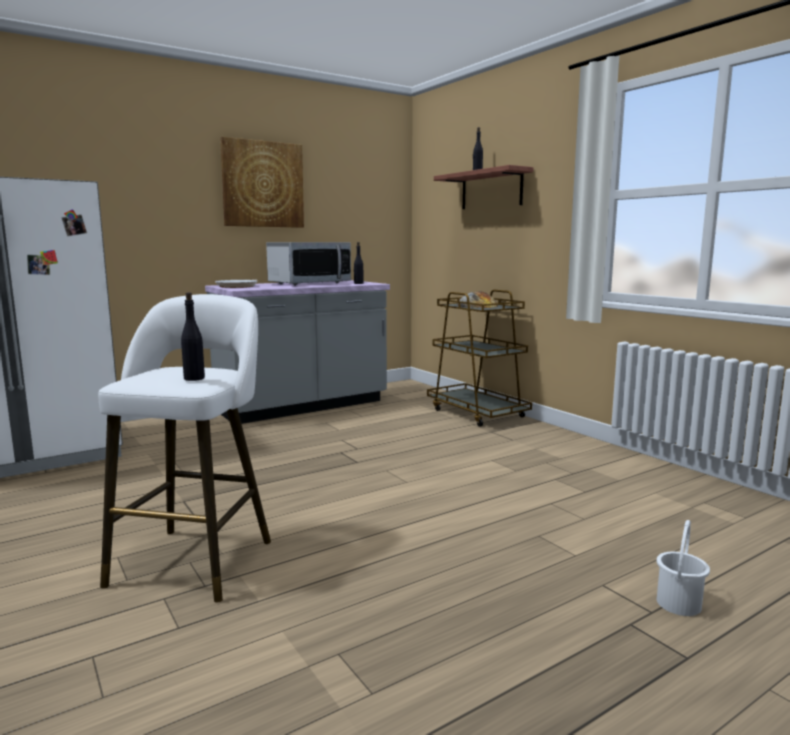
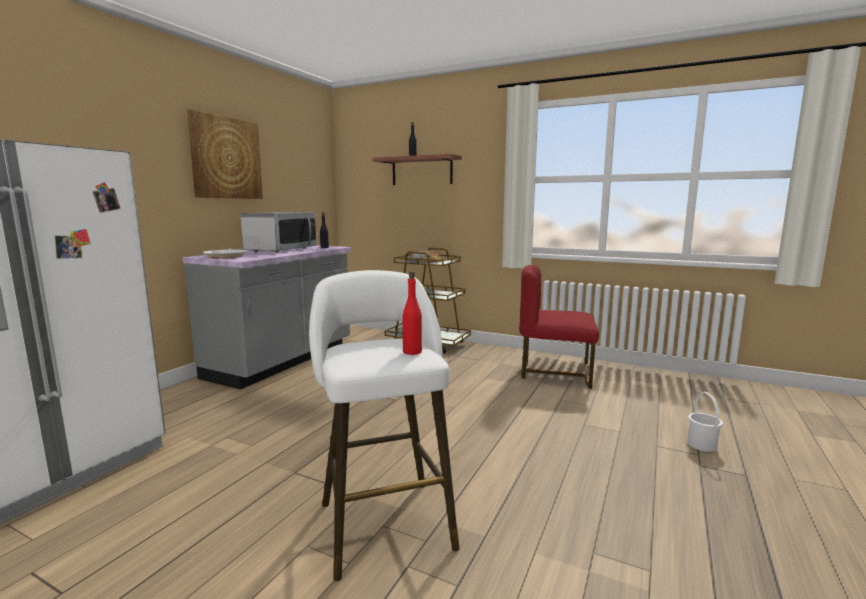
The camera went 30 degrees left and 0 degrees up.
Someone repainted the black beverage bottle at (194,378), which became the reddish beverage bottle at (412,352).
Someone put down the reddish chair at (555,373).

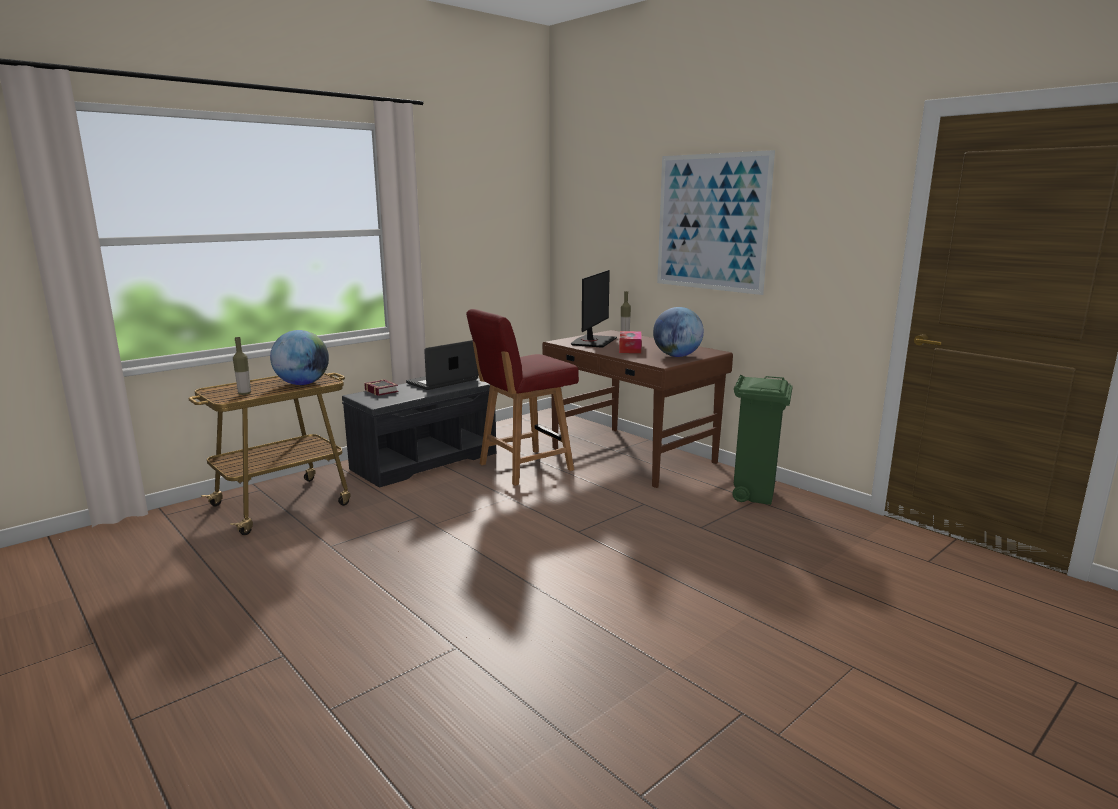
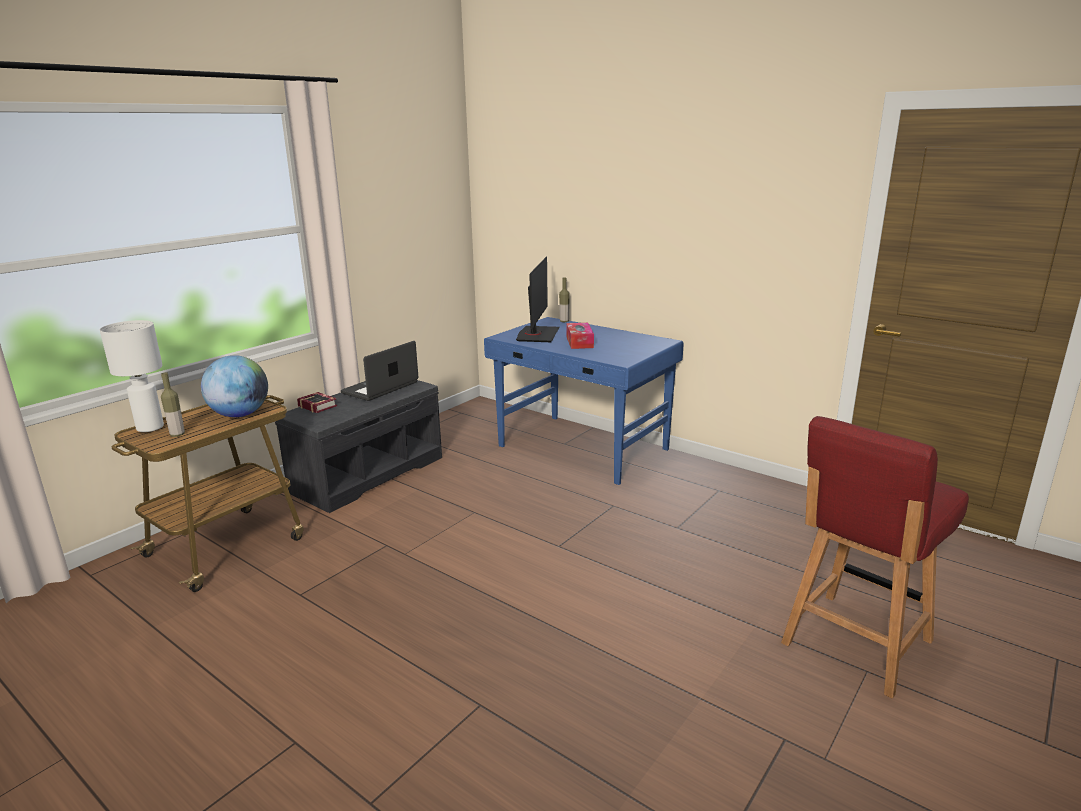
The camera went 10 degrees left and 5 degrees up.
Someone put down the white-coloured table lamp at (150,427).
Someone repainted the brown-coloured desk table at (632,456), which became the blue-coloured desk table at (582,448).
Someone carried the reddish chair from (523,467) to (854,643).
Someone took away the world globe at (677,356).
Someone took away the picture at (711,222).
Someone took away the green-coloured rubbish bin at (754,495).

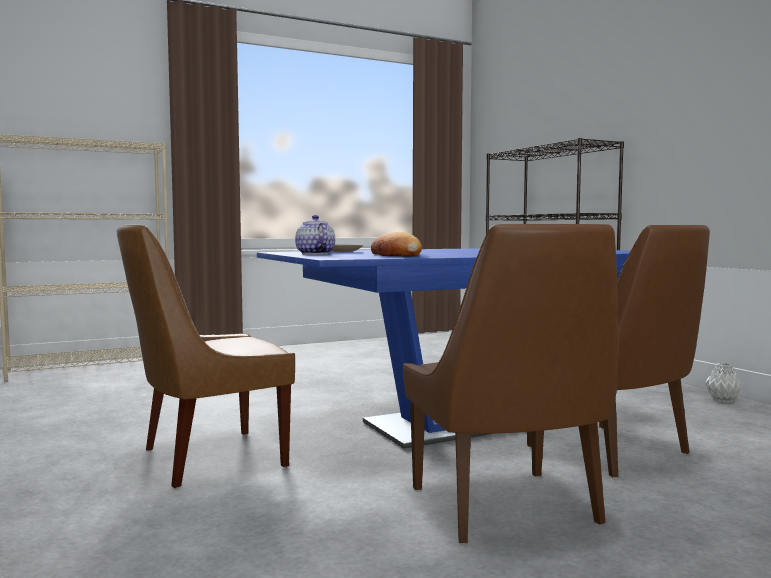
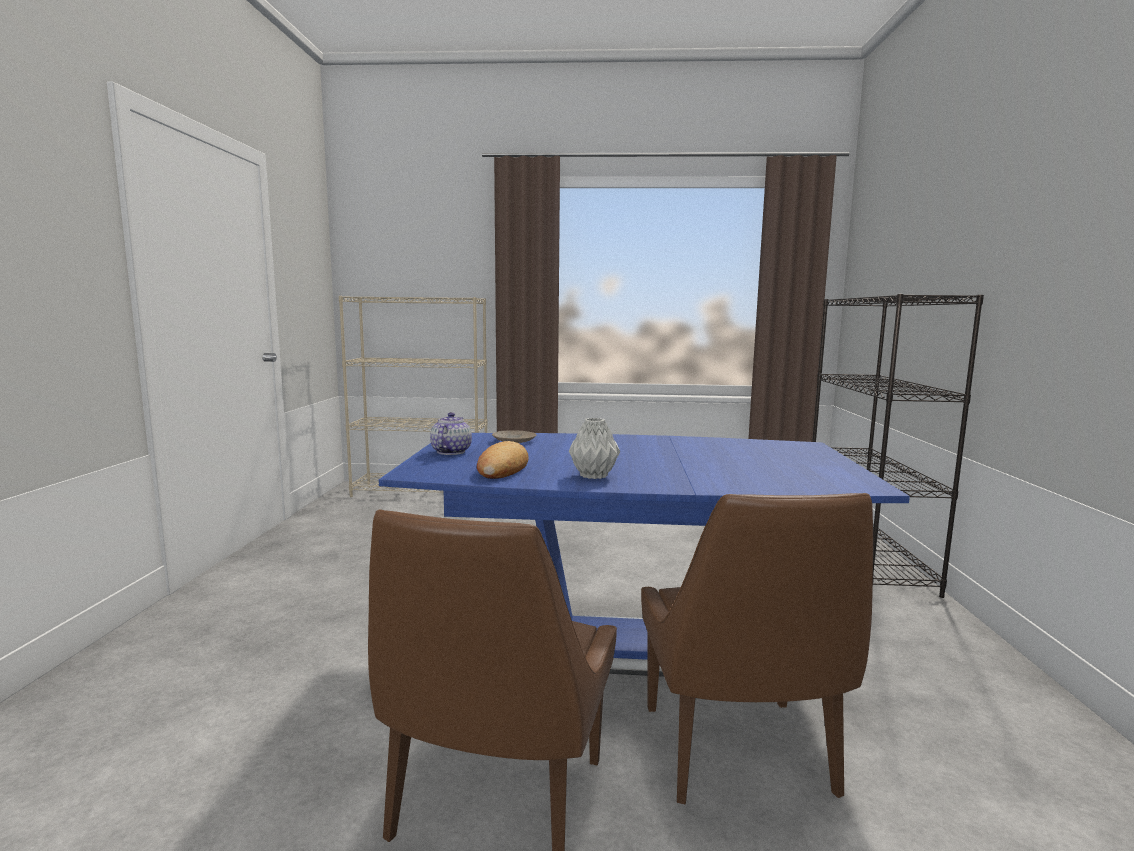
The camera went 30 degrees right and 5 degrees up.
Someone carried the greyish vase from (722,400) to (593,475).
Someone took away the brown-coloured chair at (207,459).

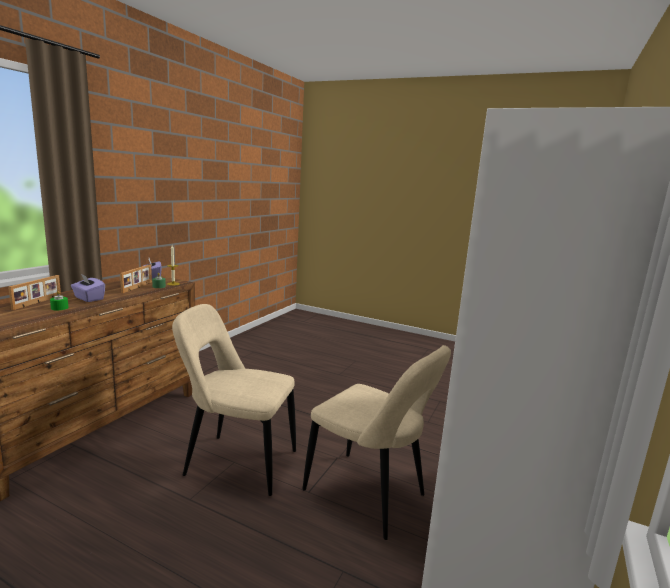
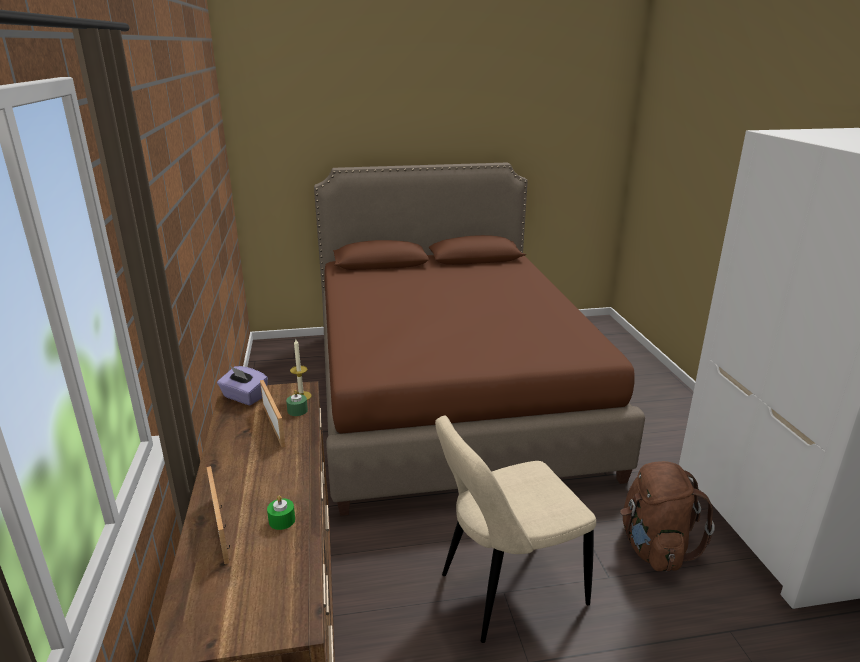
The camera went 35 degrees left and 10 degrees up.
Someone put down the brown-coloured sleeping bed at (448,395).
Someone swapped the sand-coloured chair at (369,495) for the brown-coloured rucksack at (654,547).
Someone took away the purplish box of tissues at (88,298).

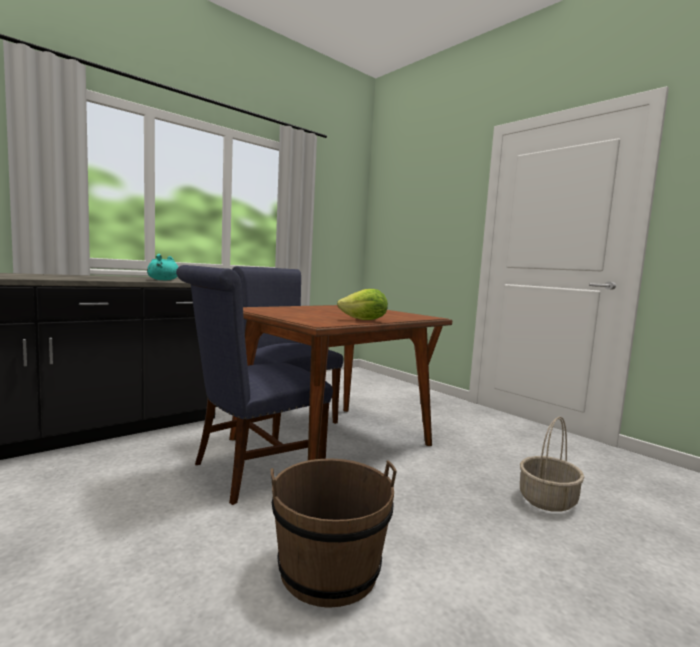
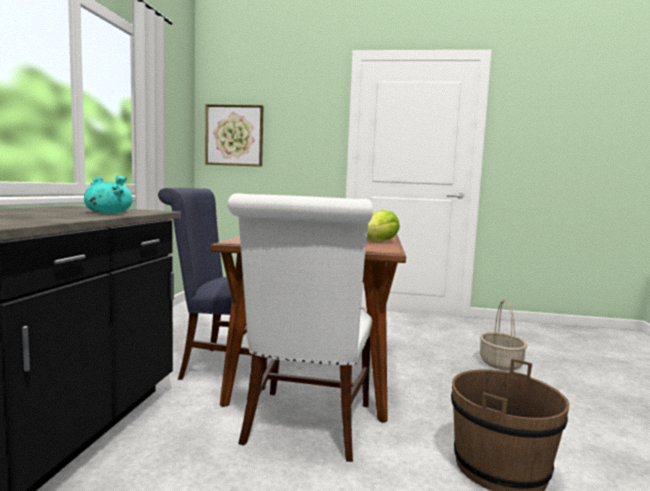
The camera went 40 degrees left and 0 degrees up.
Someone put up the picture at (234,135).
Someone repainted the blue-coloured chair at (250,472), which became the white-coloured chair at (306,427).

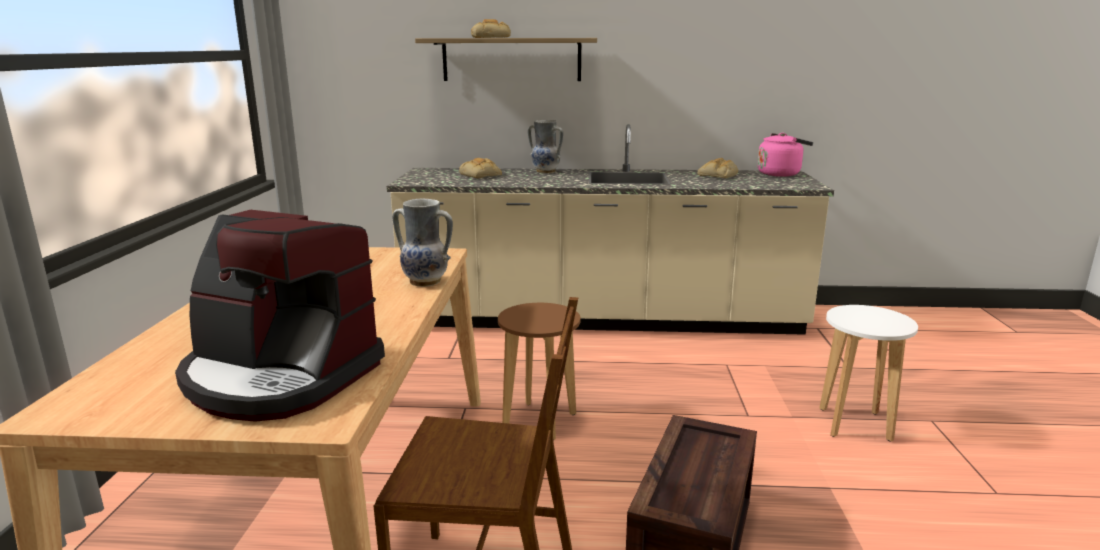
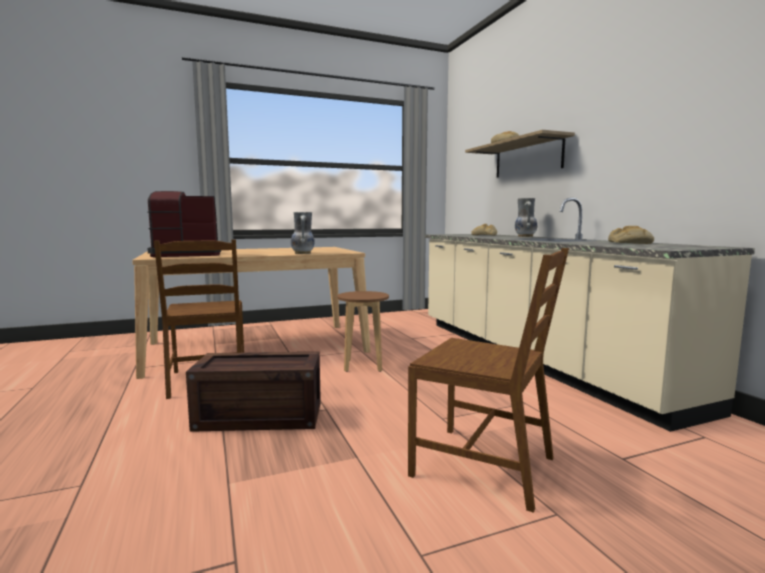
The camera went 65 degrees right and 10 degrees down.
Someone rotated the coffee brewer at (280,377) by 75 degrees clockwise.
Someone swapped the white-coloured stool seat at (855,424) for the brown-coloured chair at (485,465).
Someone took away the pink tea kettle at (780,174).

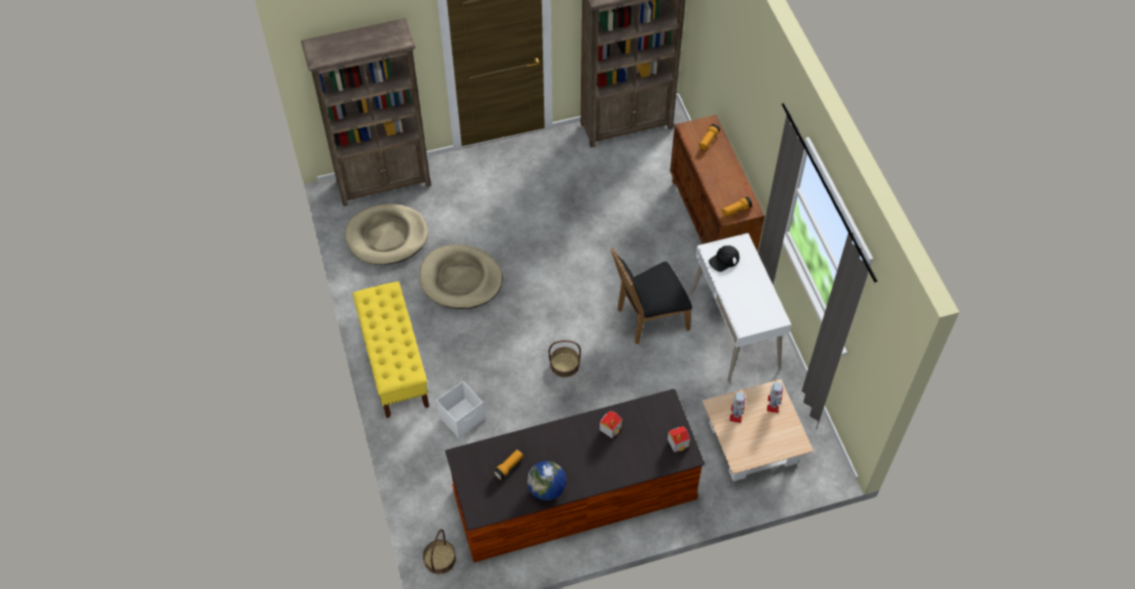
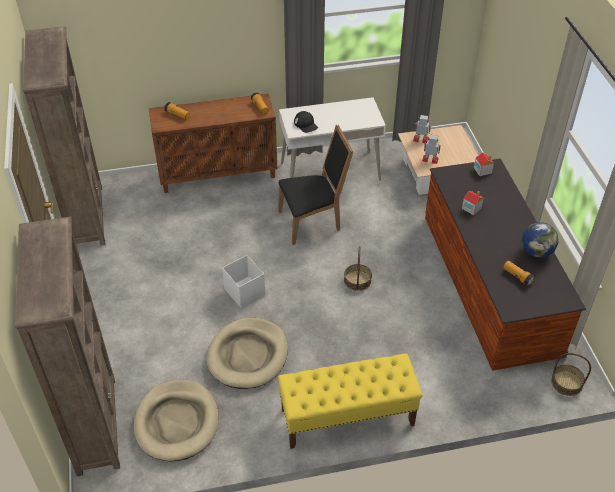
The camera went 85 degrees left and 10 degrees down.
Someone carried the white-coloured storage box from (462,418) to (244,292).
Someone rotated the black chair at (648,318) by 90 degrees counterclockwise.

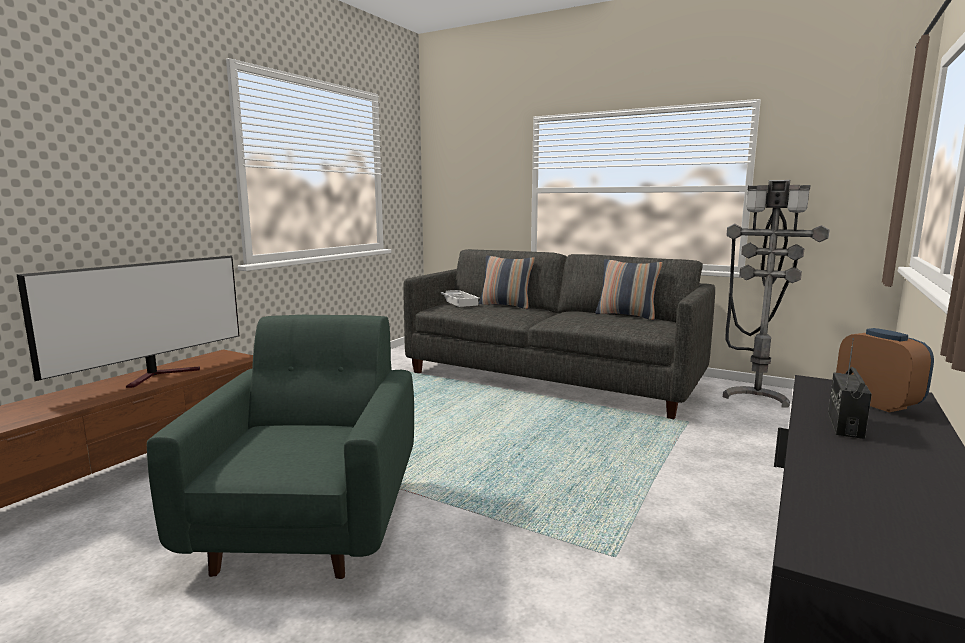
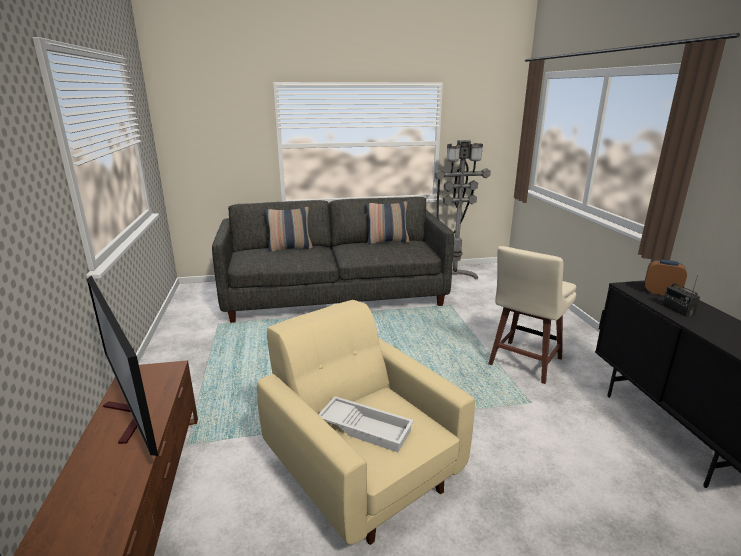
The camera went 40 degrees left and 10 degrees up.
Someone rotated the television at (160,375) by 150 degrees clockwise.
Someone repainted the green-coloured armchair at (311,519), which became the sand-coloured armchair at (362,469).
Someone carried the white-coloured tray from (459,301) to (366,427).
Someone put down the sand-coloured stool seat at (523,362).

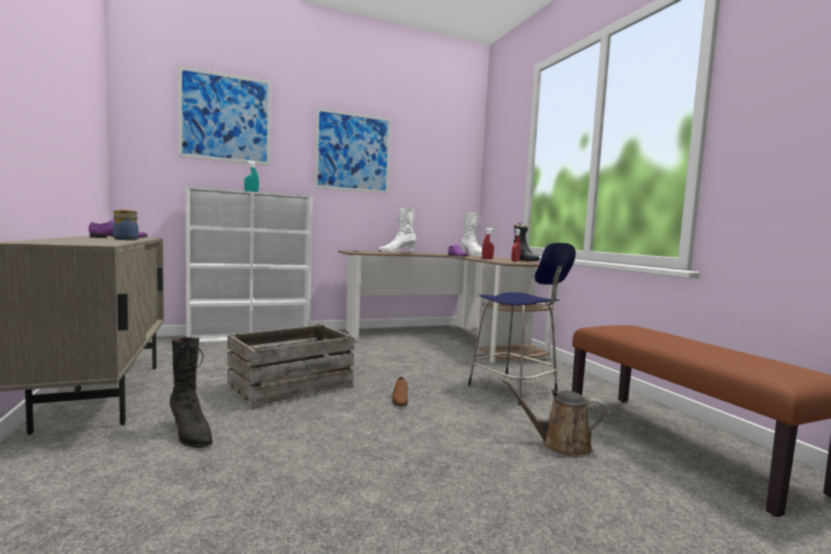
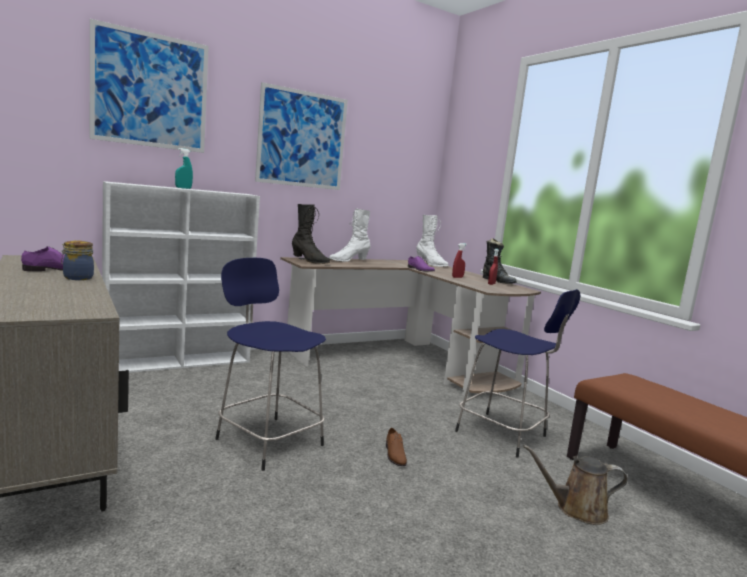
The camera went 10 degrees left and 5 degrees up.
Someone swapped the crate at (291,386) for the blue-coloured stool seat at (267,440).
Someone carried the black tall boot from (190,434) to (309,261).

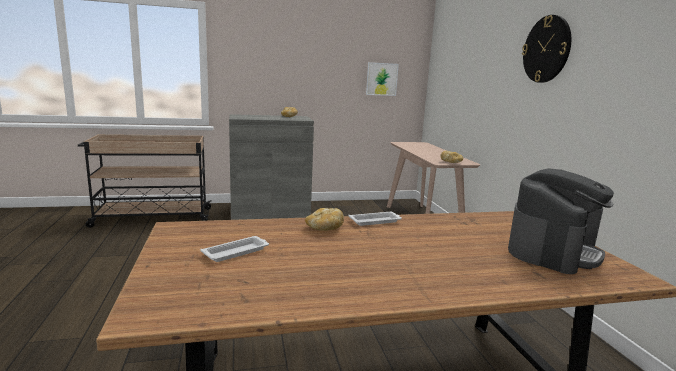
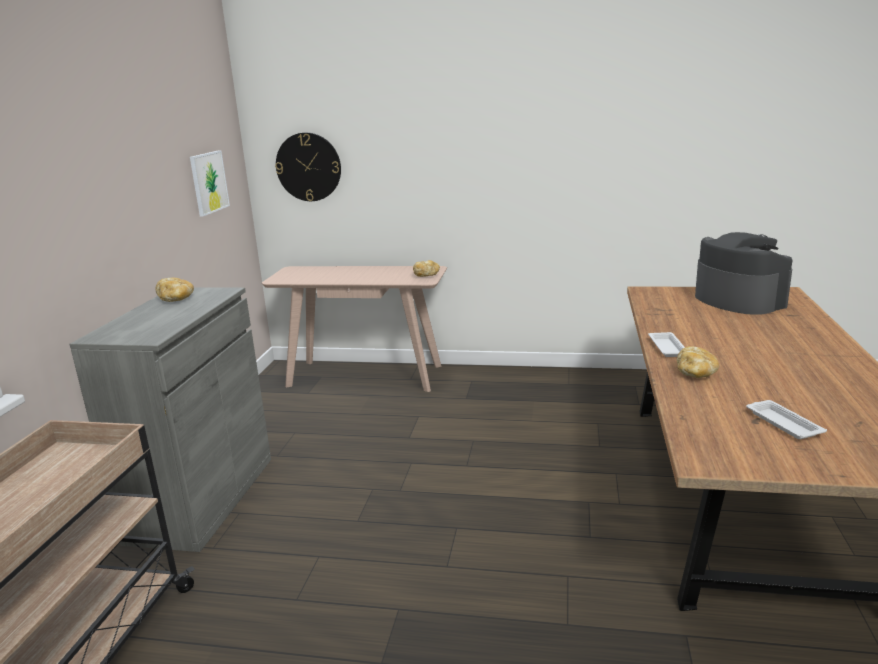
The camera went 65 degrees left and 5 degrees up.
Someone carried the wall clock from (546,49) to (308,167).

